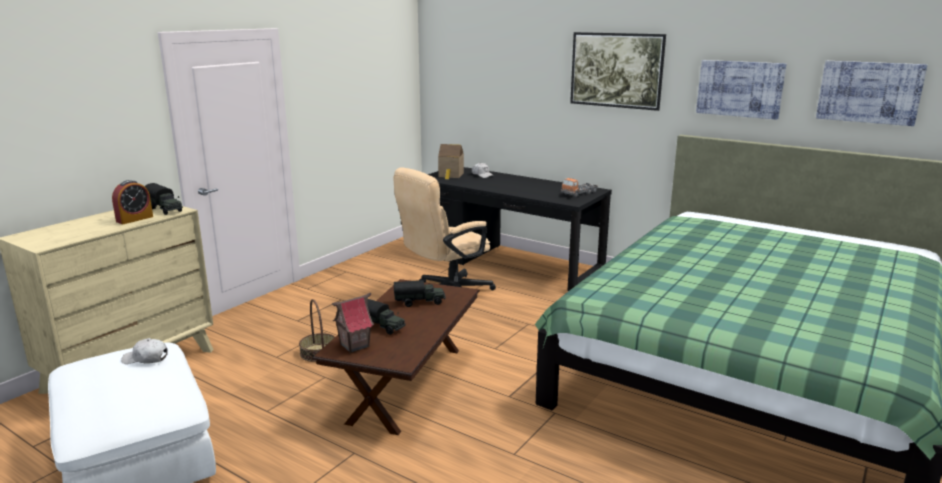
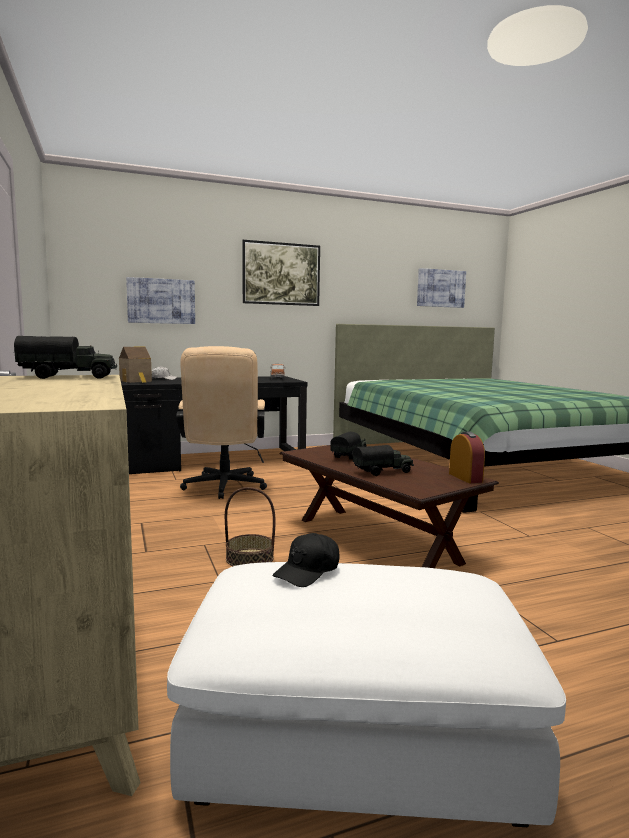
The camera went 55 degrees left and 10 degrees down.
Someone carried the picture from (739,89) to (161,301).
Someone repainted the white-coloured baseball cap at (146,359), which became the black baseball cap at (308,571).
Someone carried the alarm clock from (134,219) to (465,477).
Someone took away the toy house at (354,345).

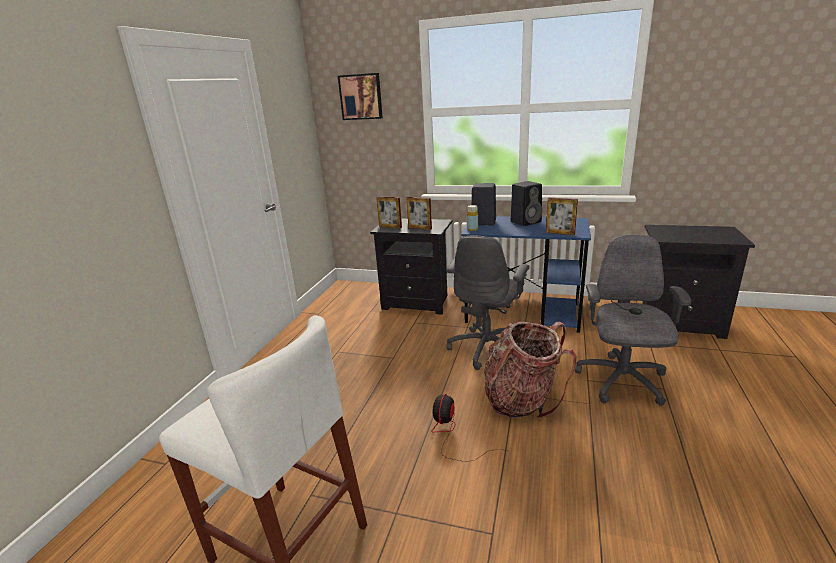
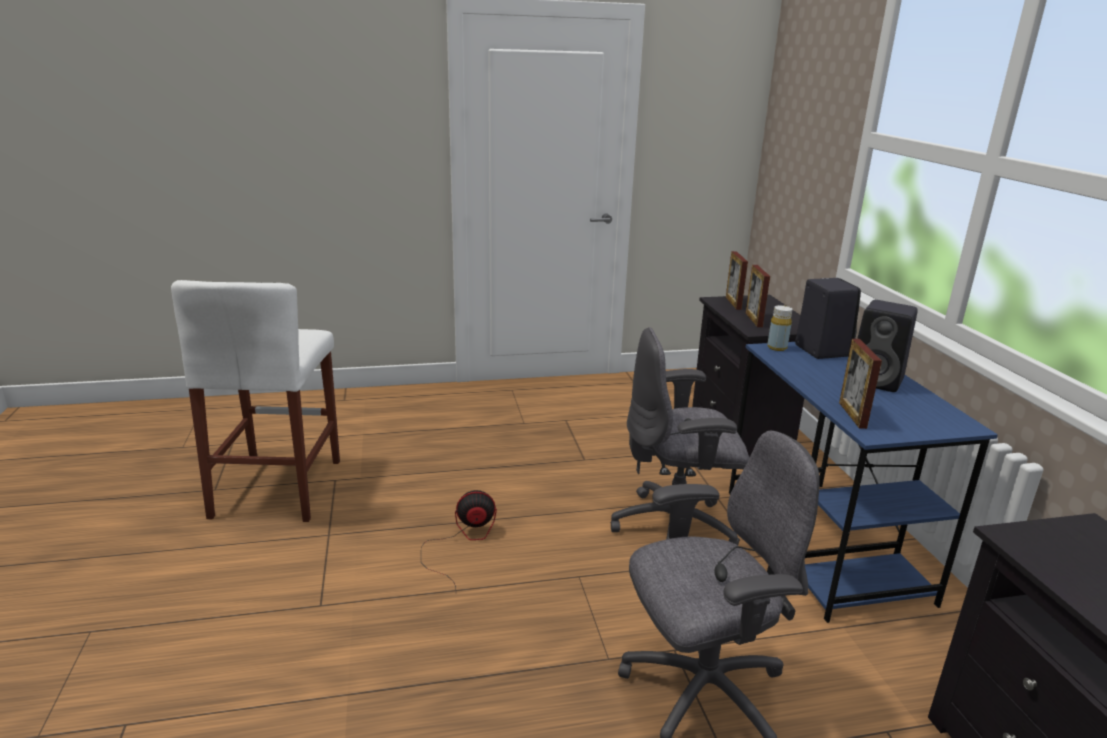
The camera went 60 degrees right and 0 degrees up.
Someone took away the picture at (361,97).
Someone took away the rucksack at (522,400).

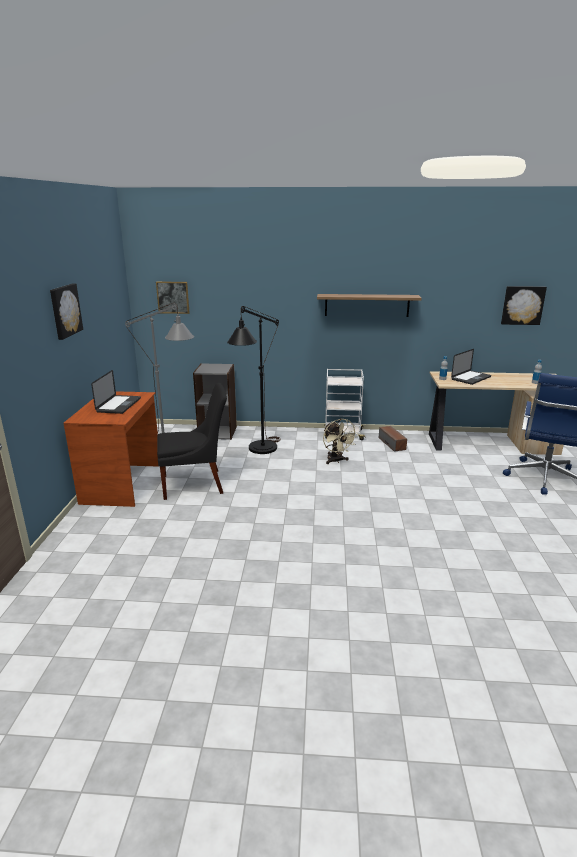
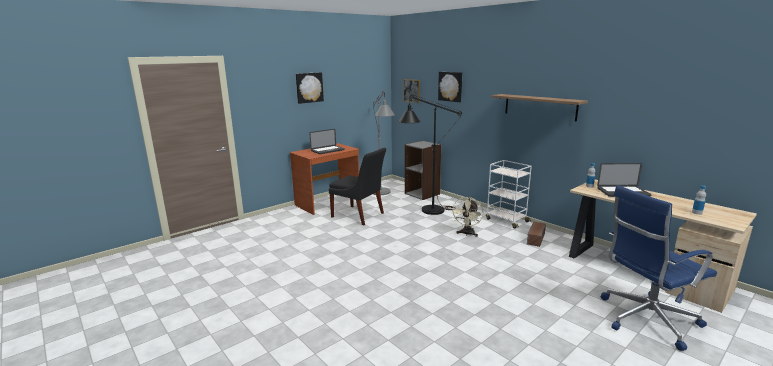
The camera went 45 degrees right and 5 degrees down.
Someone carried the picture from (522,305) to (450,86).

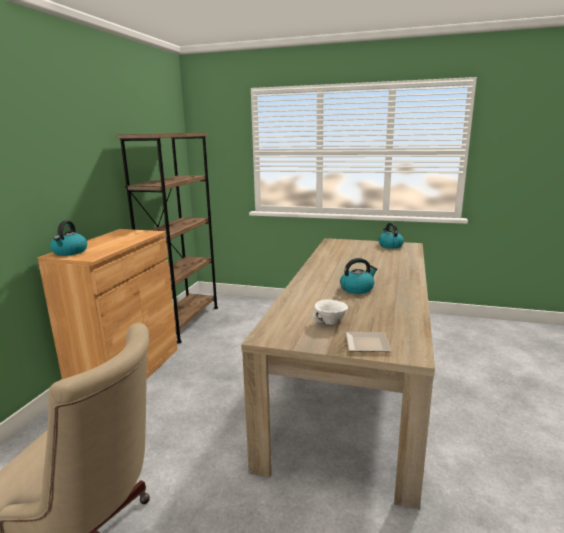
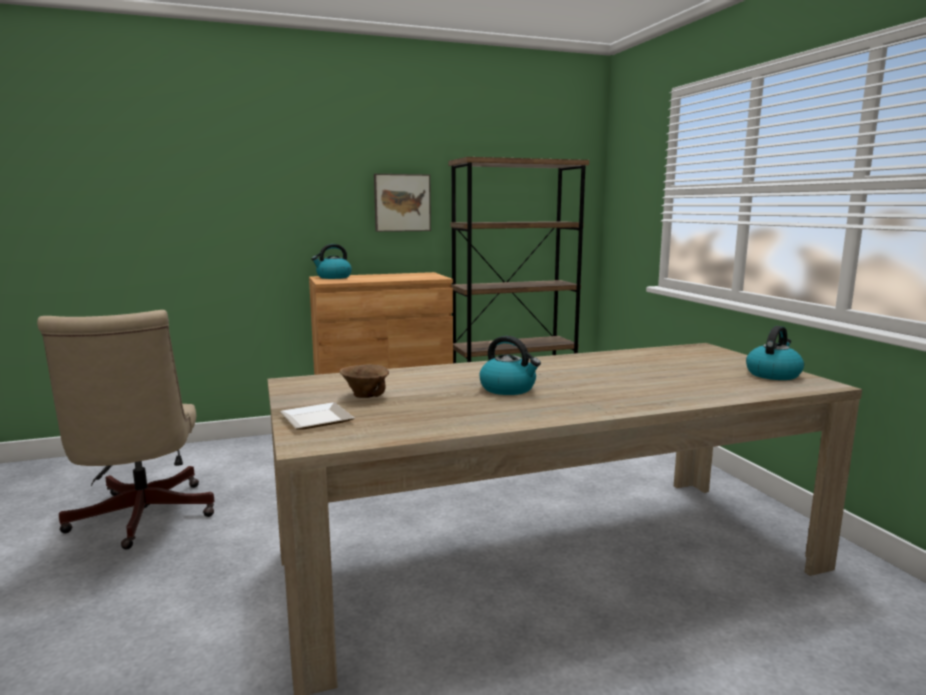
The camera went 55 degrees right and 5 degrees down.
Someone repainted the white-coloured serving bowl at (330,323), which became the brown-coloured serving bowl at (364,396).
Someone put up the picture at (402,203).

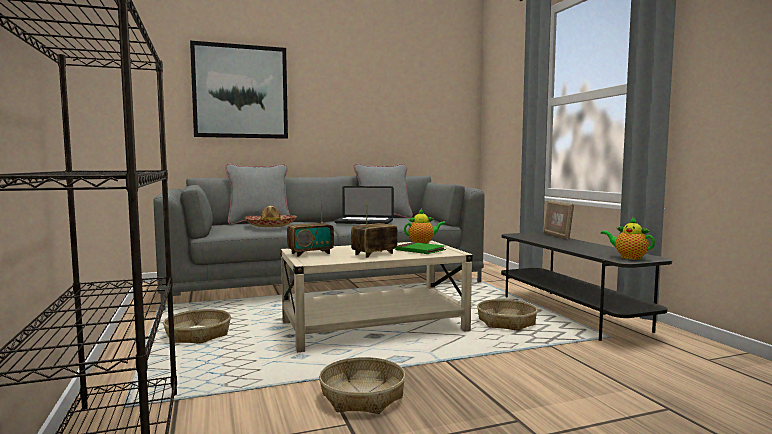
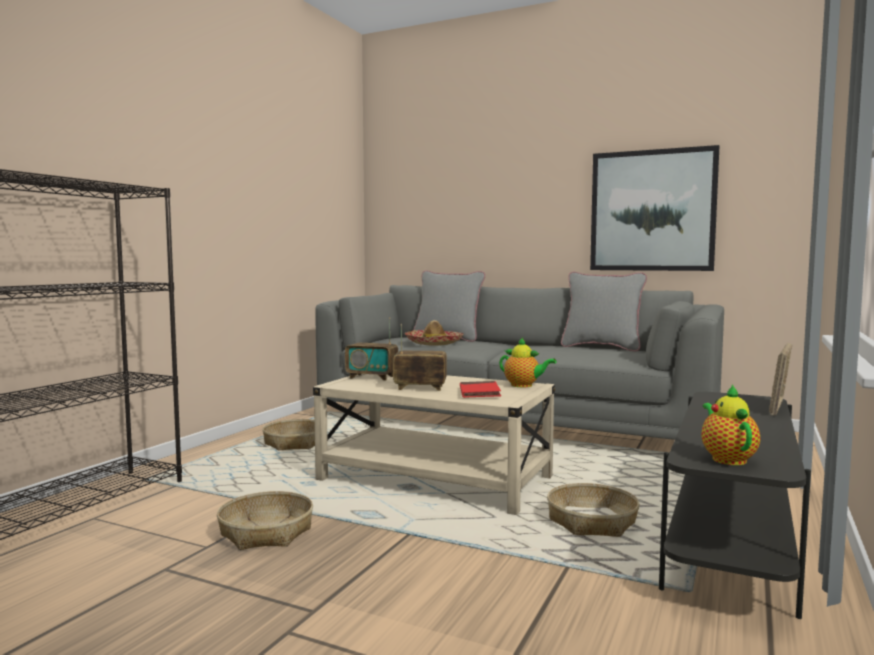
The camera went 45 degrees right and 0 degrees up.
Someone repainted the green-coloured bound book at (420,251), which became the reddish bound book at (479,393).
Someone carried the picture from (240,92) to (652,211).
Someone took away the laptop at (364,222).

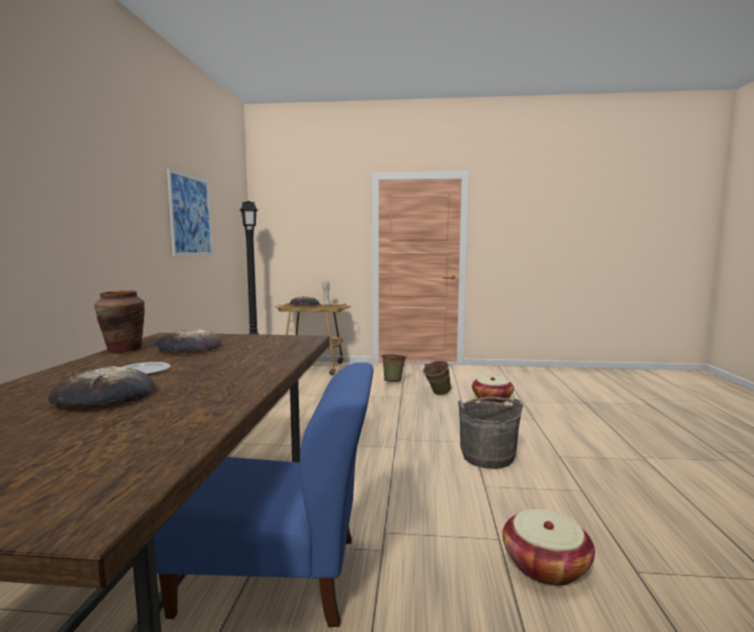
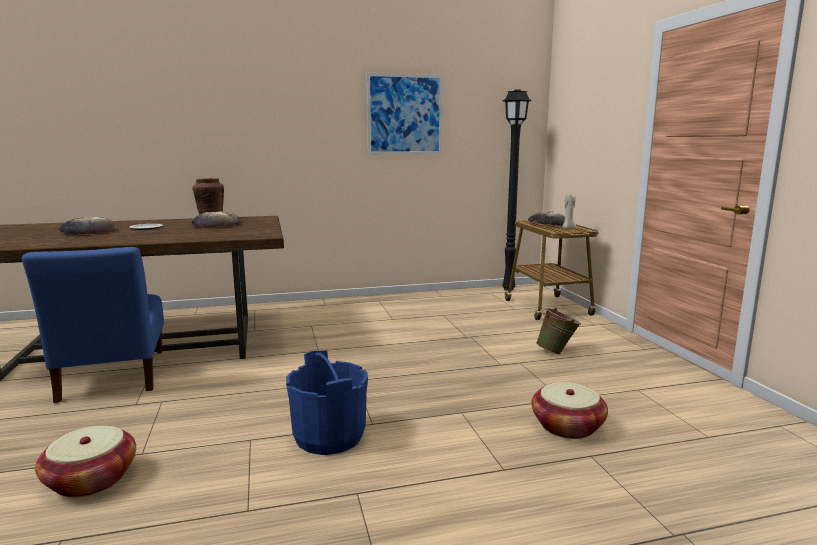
The camera went 70 degrees right and 5 degrees up.
Someone repainted the greyish pail at (487,457), which became the blue-coloured pail at (329,436).
Someone took away the green-coloured pail at (437,394).

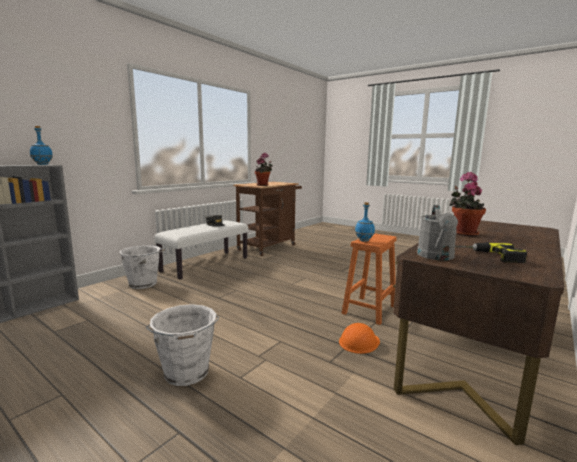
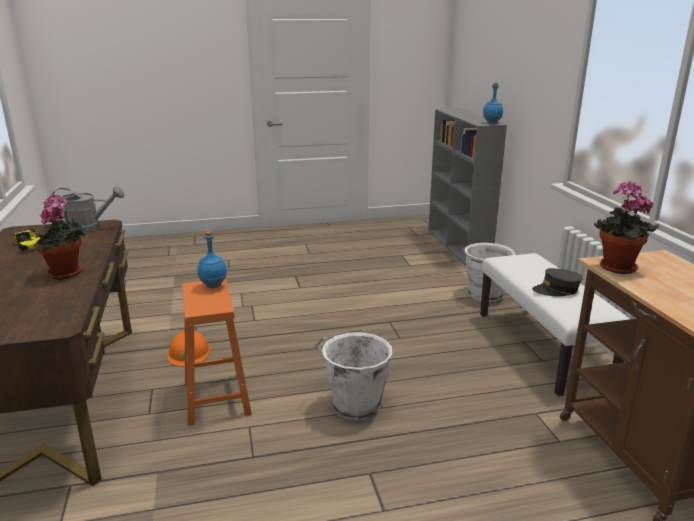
The camera went 130 degrees right and 10 degrees up.
Someone rotated the greyish watering can at (436,257) by 120 degrees clockwise.
Someone carried the white-coloured pail from (186,373) to (354,405).

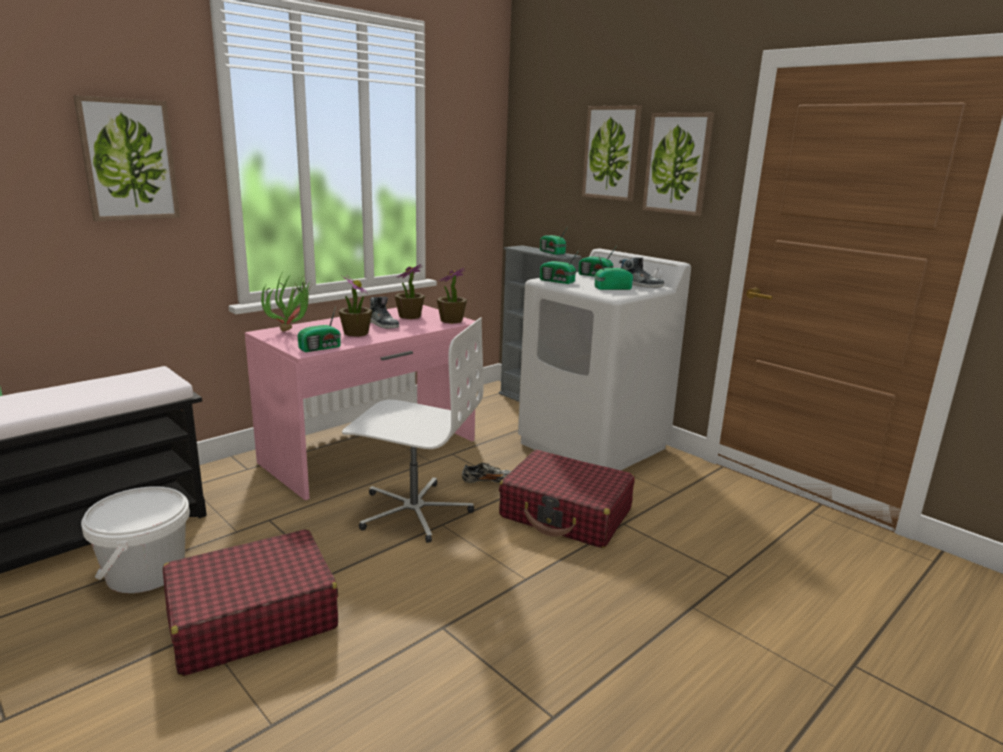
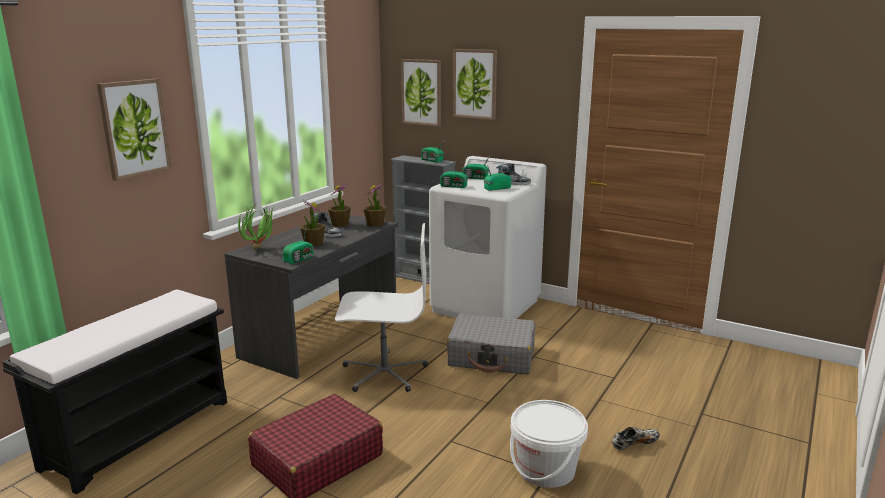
The camera went 15 degrees left and 0 degrees up.
Someone repainted the pink desk table at (372,451), which became the greyish desk table at (323,335).
Someone carried the picture from (677,164) to (422,92).
Someone repainted the reddish piece of luggage at (566,514), which became the greyish piece of luggage at (492,356).
Someone carried the white-coloured pail from (145,571) to (546,469).
Someone carried the item of footwear from (488,481) to (635,444).

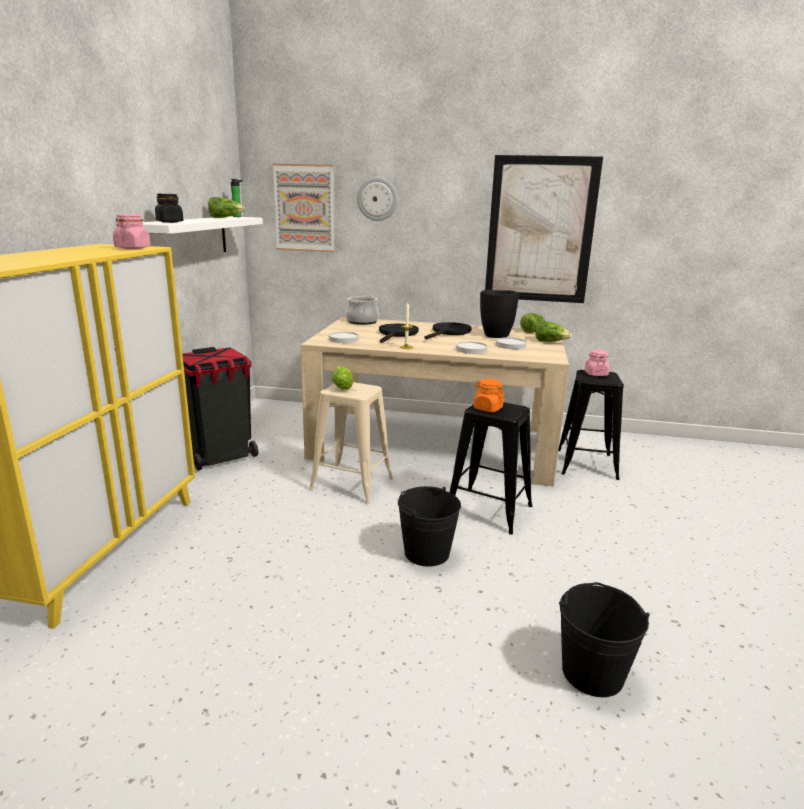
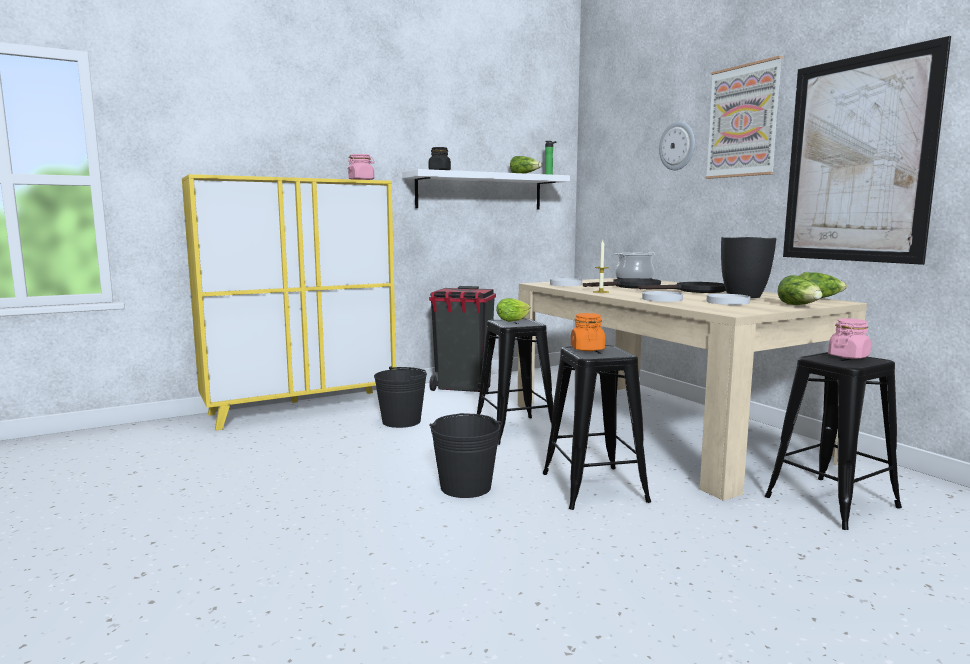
The camera went 50 degrees right and 10 degrees down.
Someone carried the black pail from (592,673) to (401,421).
Someone repainted the sand-coloured stool seat at (351,484), which became the black stool seat at (515,430).
Someone carried the picture from (304,208) to (743,121).

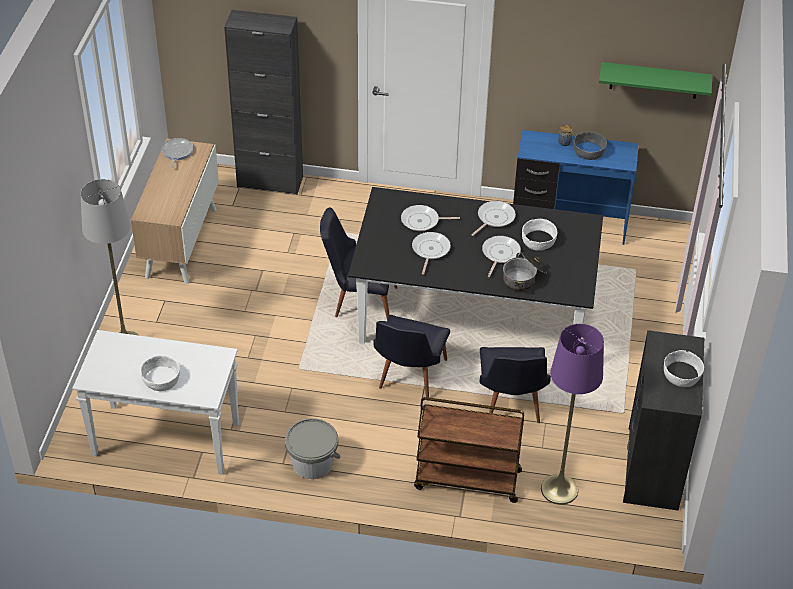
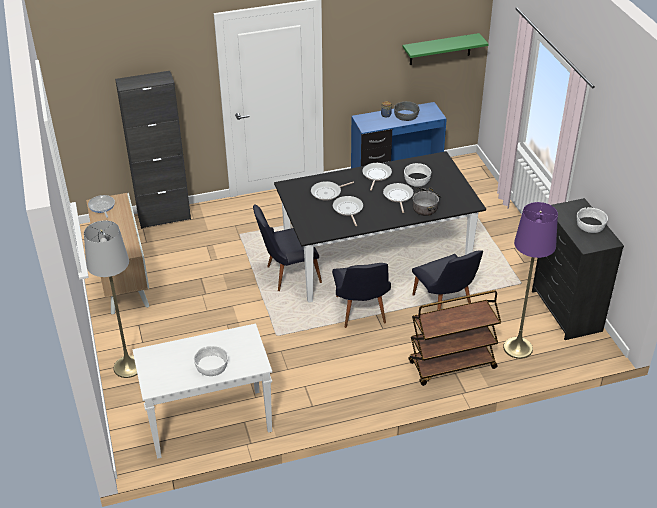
The camera went 25 degrees left and 5 degrees down.
Someone took away the greyish pail at (312,463).

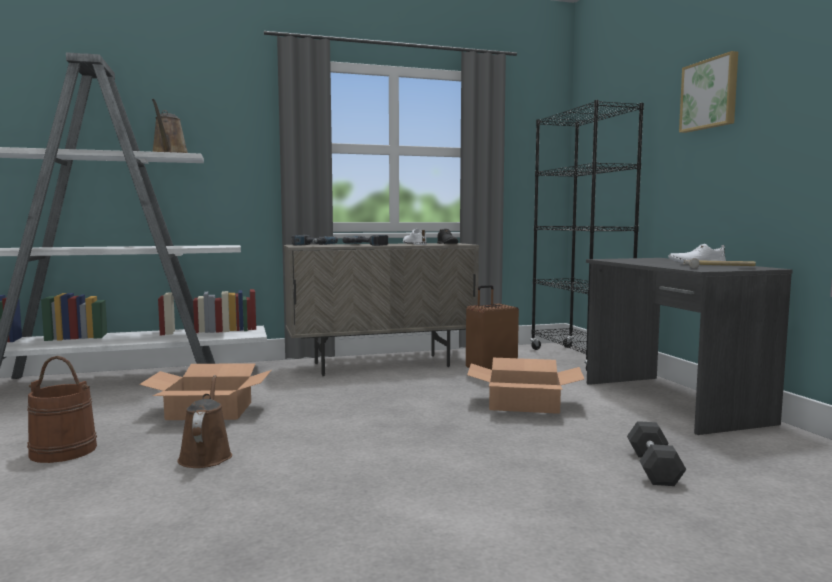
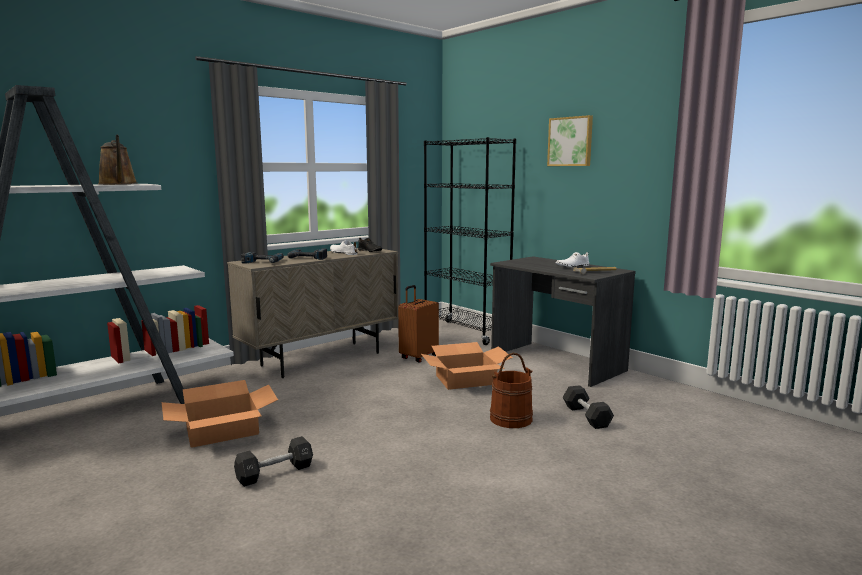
The camera went 25 degrees left and 5 degrees up.
Someone swapped the brown-coloured watering can at (206,456) for the black free weight at (275,473).
Someone carried the brown-coloured pail from (64,451) to (510,418).

